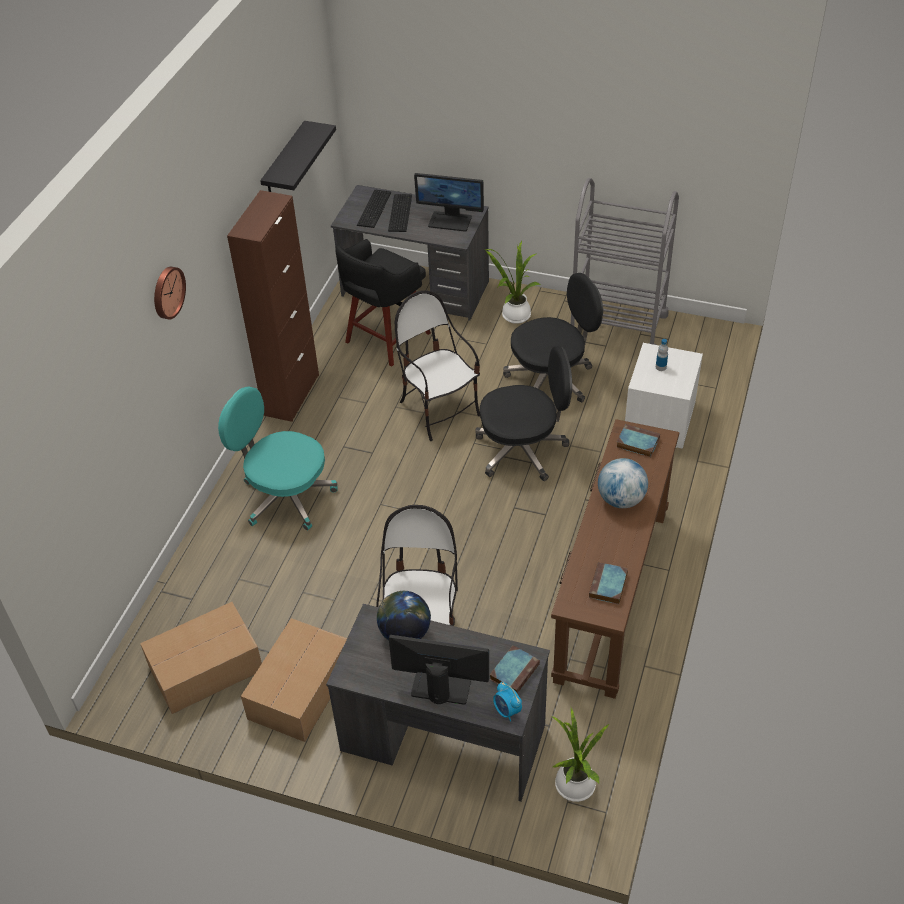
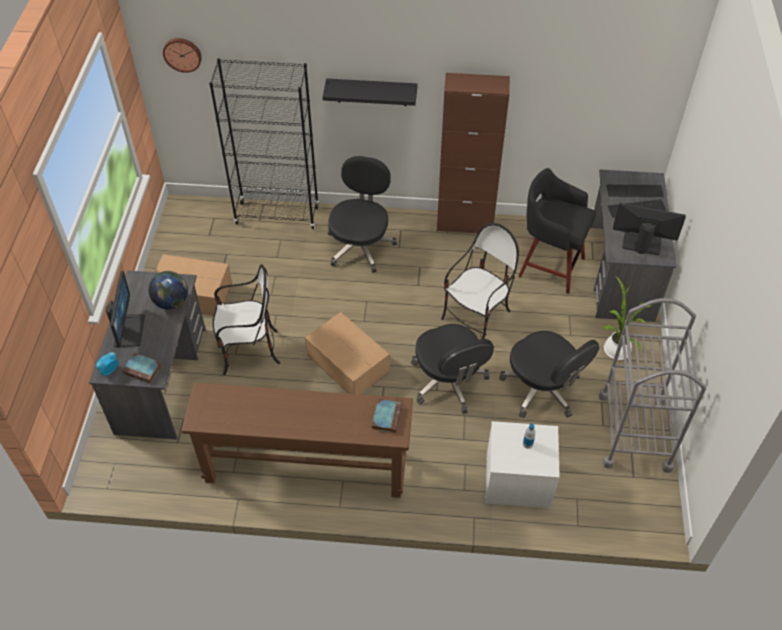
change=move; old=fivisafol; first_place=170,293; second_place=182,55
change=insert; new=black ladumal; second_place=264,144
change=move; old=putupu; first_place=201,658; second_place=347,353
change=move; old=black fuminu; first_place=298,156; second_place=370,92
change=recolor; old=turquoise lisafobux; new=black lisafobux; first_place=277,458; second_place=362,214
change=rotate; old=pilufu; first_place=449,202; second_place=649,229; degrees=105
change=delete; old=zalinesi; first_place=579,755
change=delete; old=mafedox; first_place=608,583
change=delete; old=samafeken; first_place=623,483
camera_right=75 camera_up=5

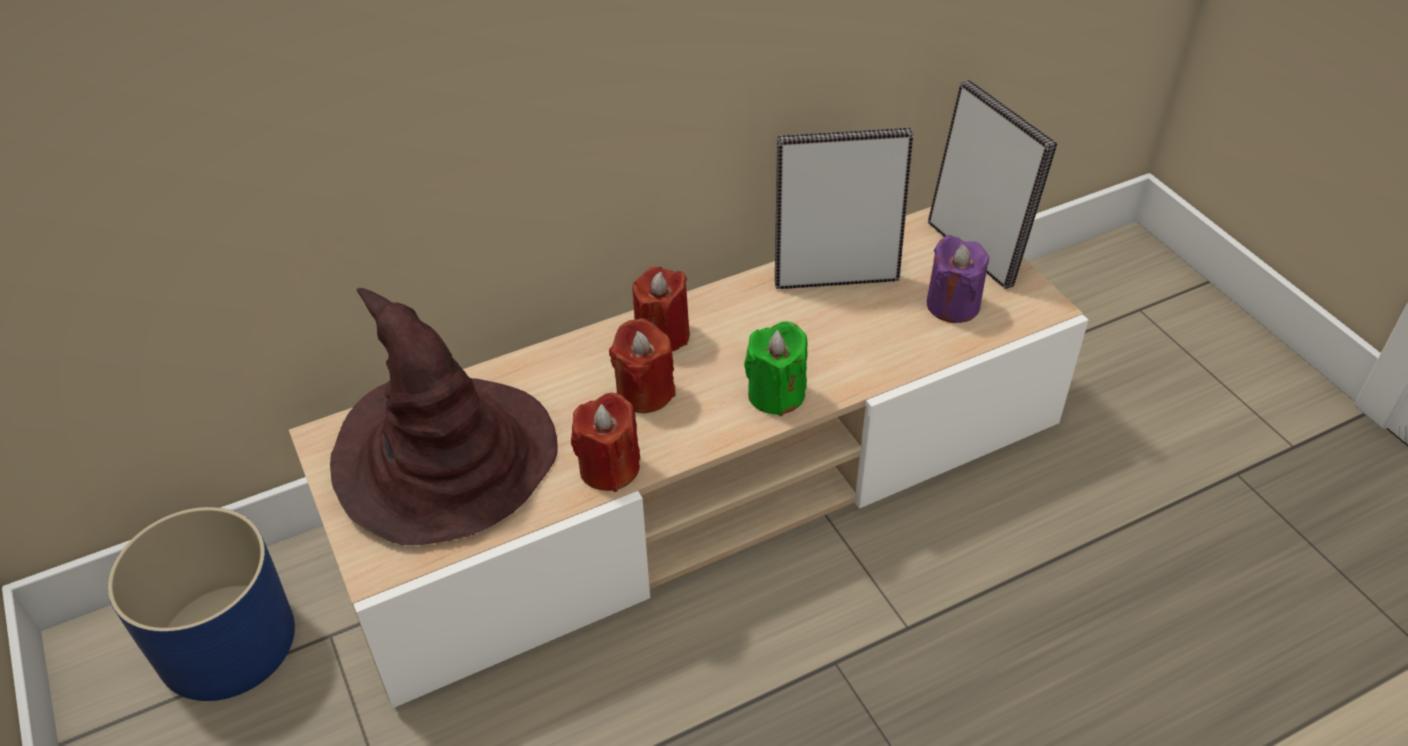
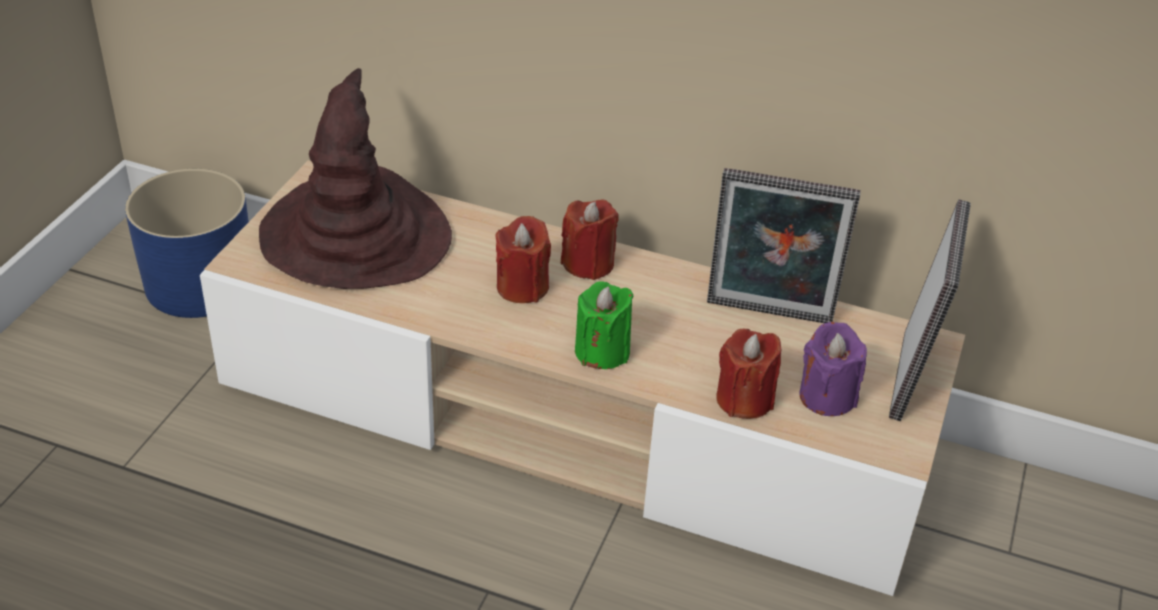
change=rotate; old=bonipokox; first_place=844,208; second_place=784,245; degrees=150
change=move; old=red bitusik; first_place=605,442; second_place=748,374
camera_right=45 camera_up=-5

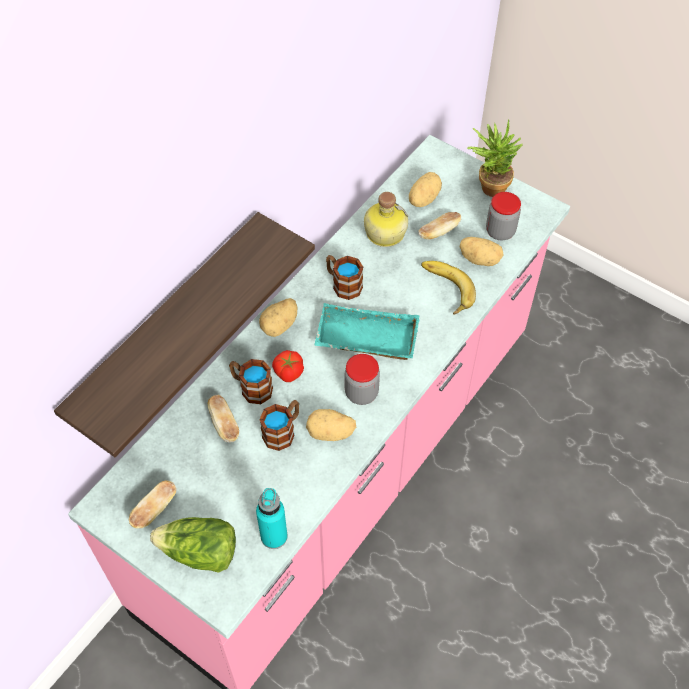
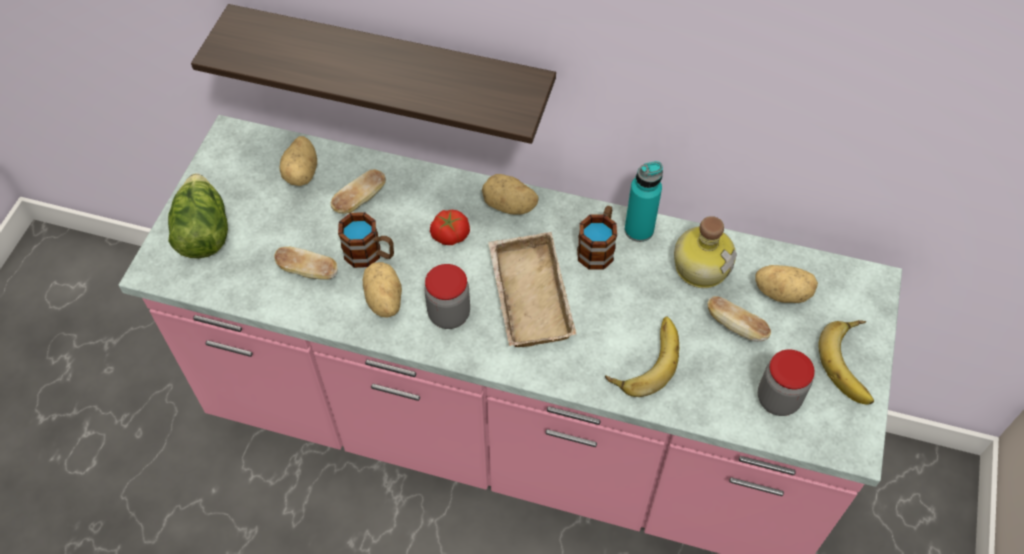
change=move; old=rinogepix; first_place=153,504; second_place=306,263
change=move; old=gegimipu; first_place=482,251; second_place=298,161
change=recolor; old=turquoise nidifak; new=beige nidifak; first_place=366,331; second_place=532,289
change=move; old=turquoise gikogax; first_place=272,518; second_place=644,201
change=replace; old=zalinesi; new=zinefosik; first_place=495,158; second_place=846,362
change=delete; old=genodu; first_place=251,381
camera_right=70 camera_up=0

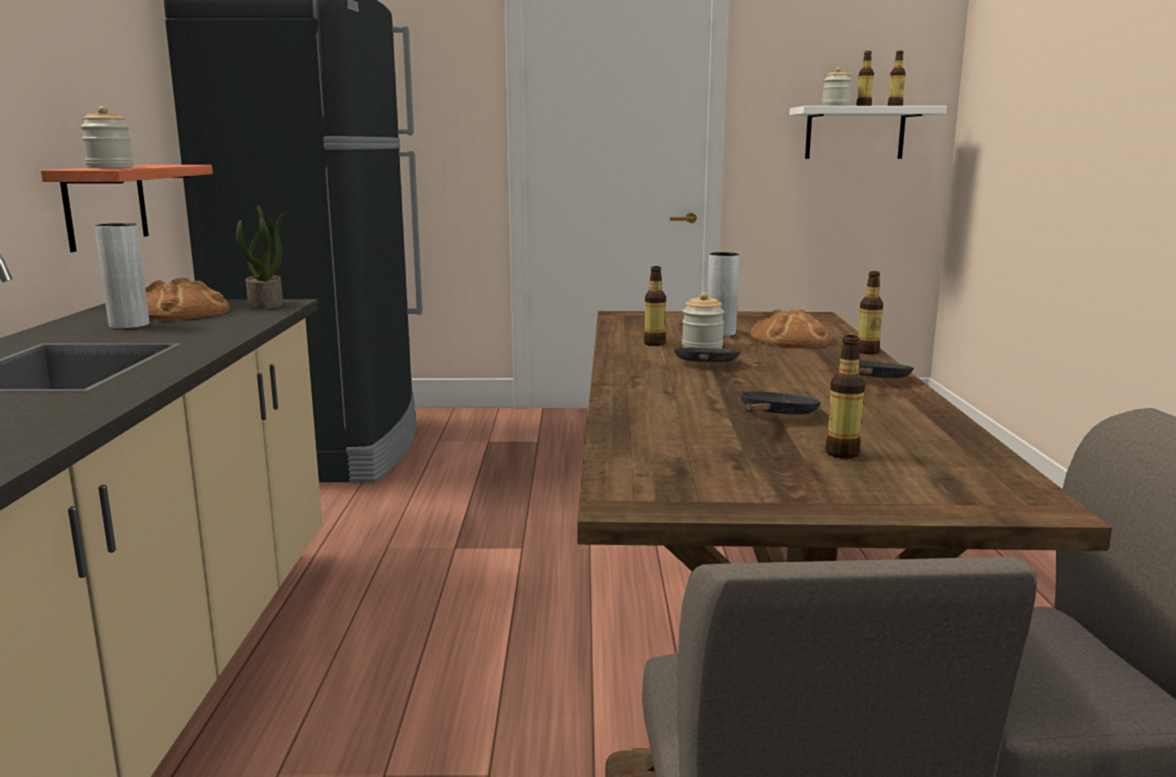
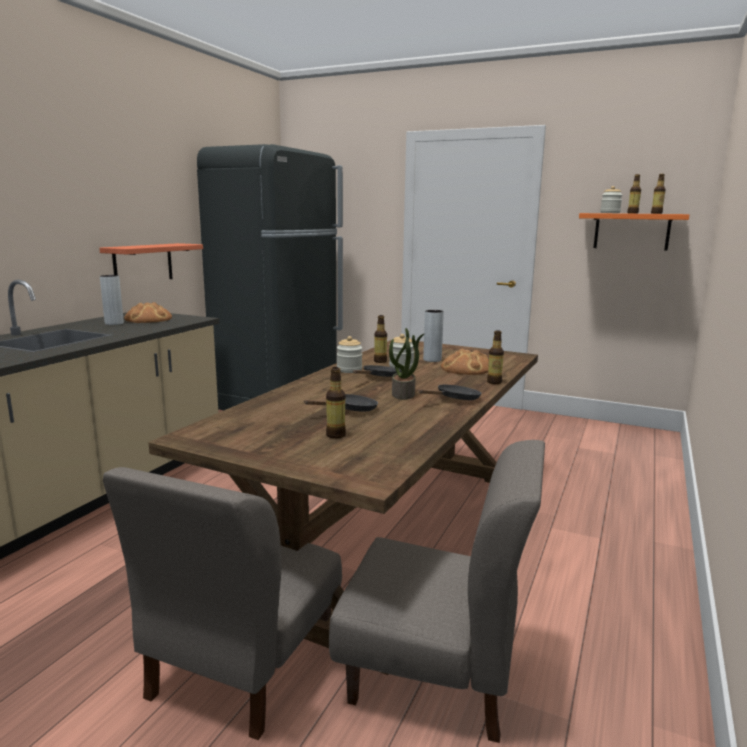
change=move; old=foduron; first_place=107,137; second_place=349,354
change=move; old=zalinesi; first_place=261,257; second_place=406,364
change=recolor; old=white fuminu; new=orange fuminu; first_place=868,132; second_place=634,232
camera_right=25 camera_up=0

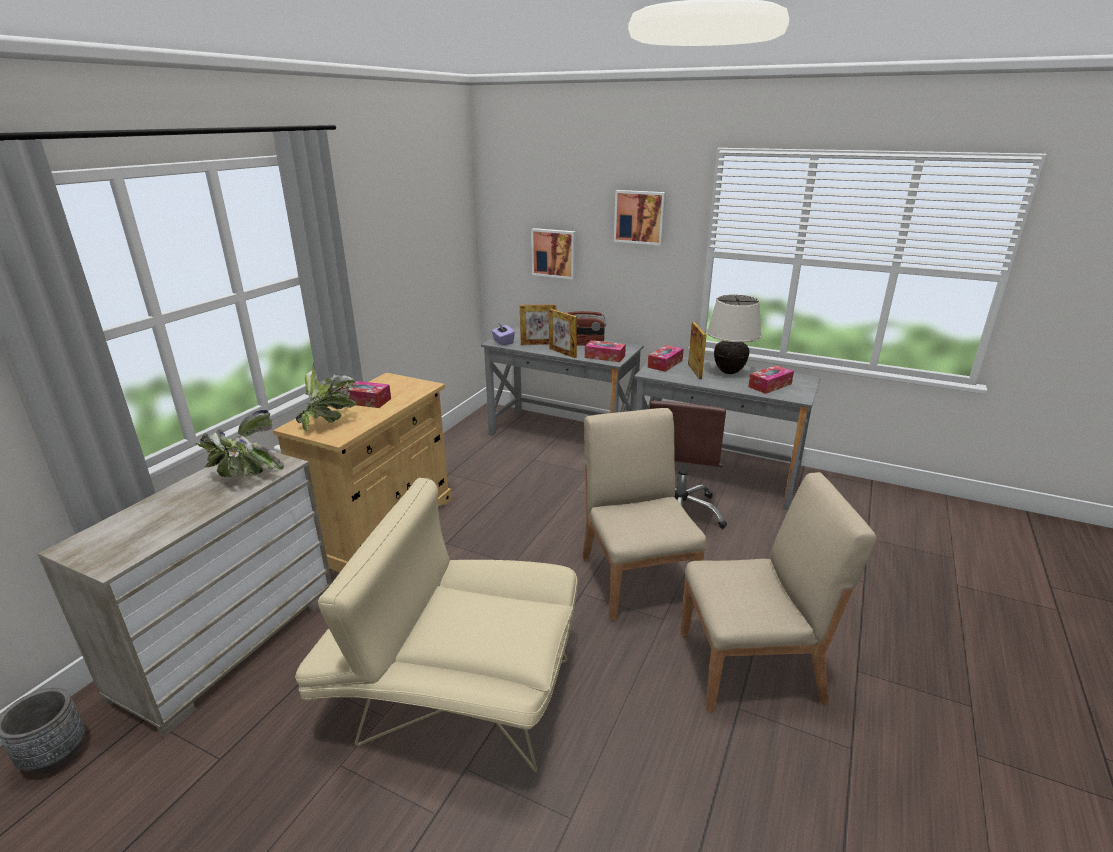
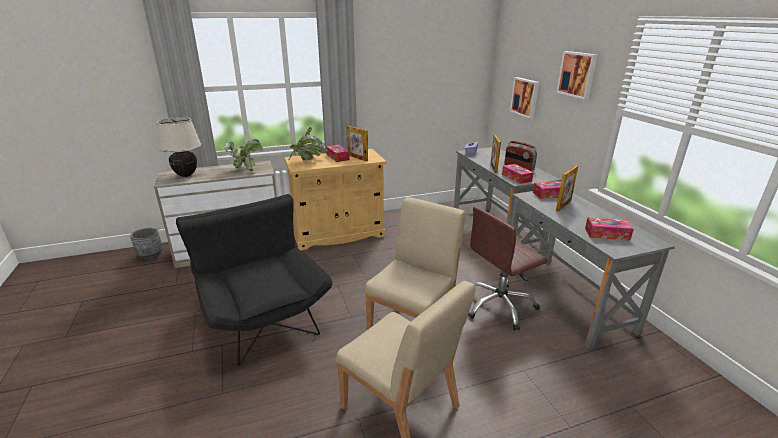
change=move; old=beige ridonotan; first_place=734,334; second_place=179,147
change=recolor; old=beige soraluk; new=black soraluk; first_place=436,625; second_place=254,280
change=move; old=bonipokox; first_place=538,324; second_place=357,143
camera_right=45 camera_up=0

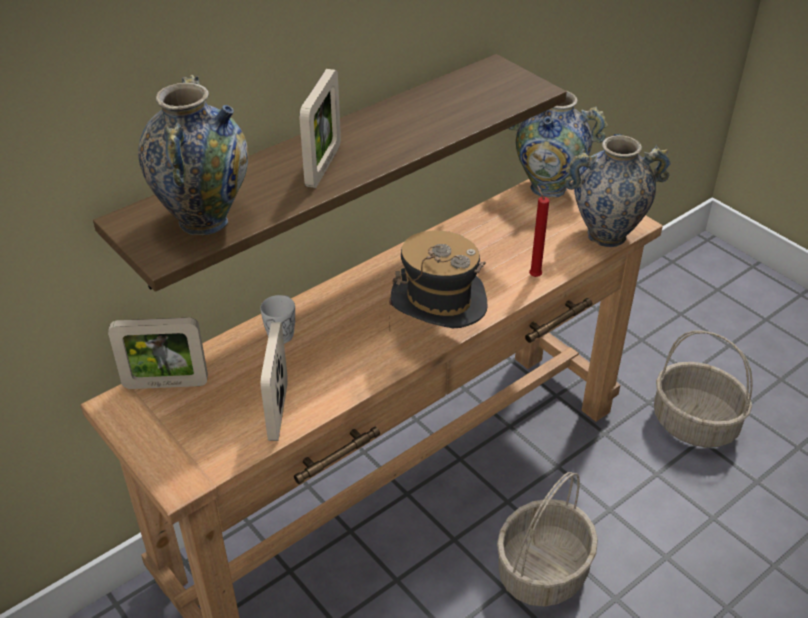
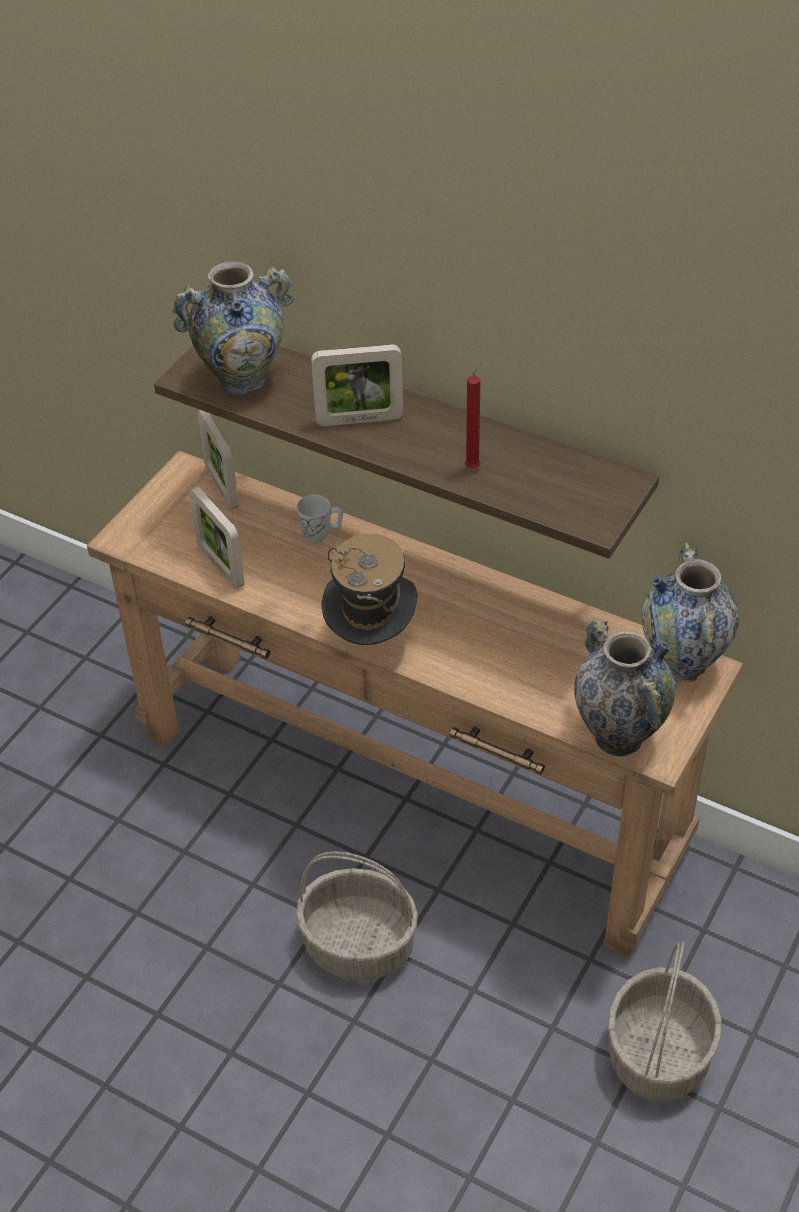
change=rotate; old=bonipokox; first_place=274,381; second_place=217,537; degrees=-105
change=move; old=red bitusik; first_place=539,231; second_place=473,415
camera_right=70 camera_up=5

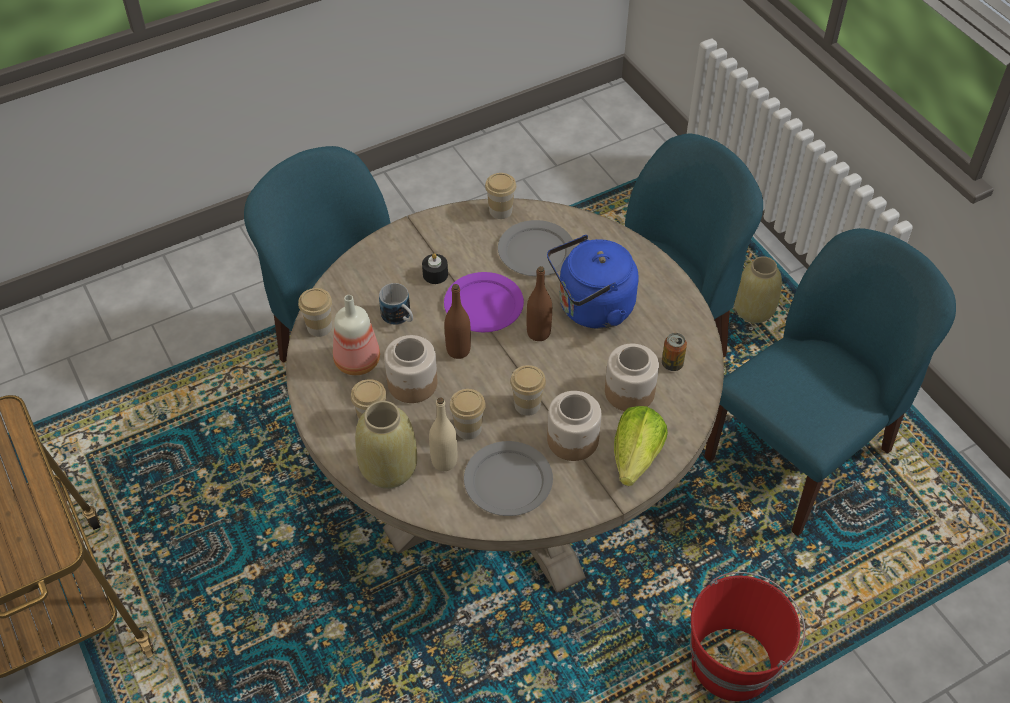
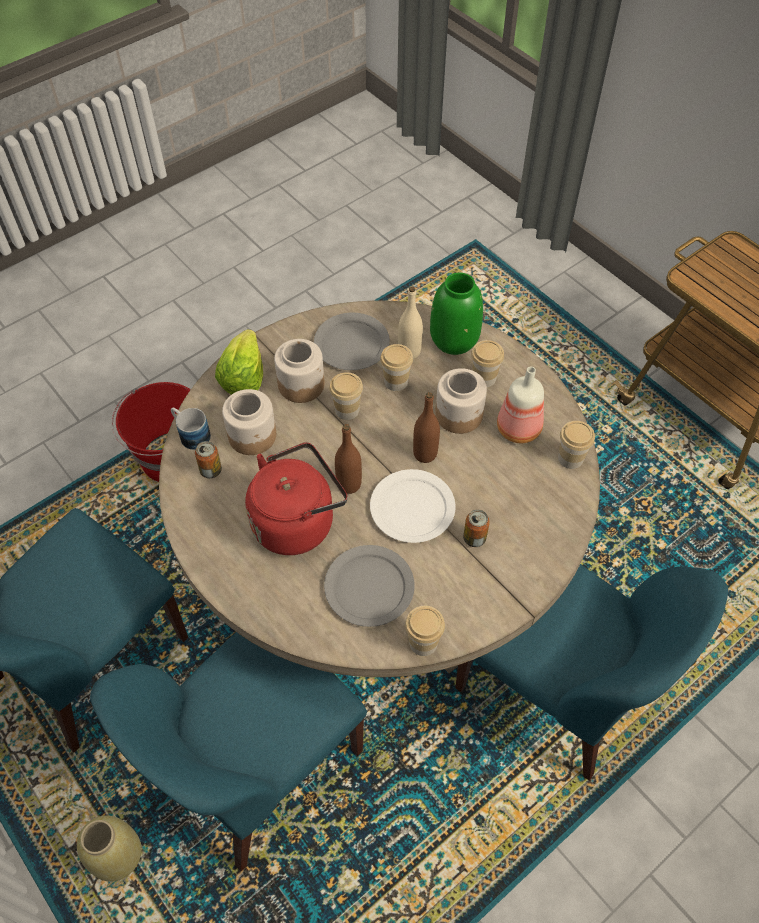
change=move; old=genodu; first_place=396,304; second_place=191,428
change=recolor; old=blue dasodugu; new=red dasodugu; first_place=593,282; second_place=296,498
change=recolor; old=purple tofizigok; new=white tofizigok; first_place=484,302; second_place=413,506
change=recolor; old=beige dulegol; new=green dulegol; first_place=386,445; second_place=456,314
change=replace; old=black bitusik; new=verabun; first_place=435,268; second_place=476,528
camera_right=170 camera_up=5

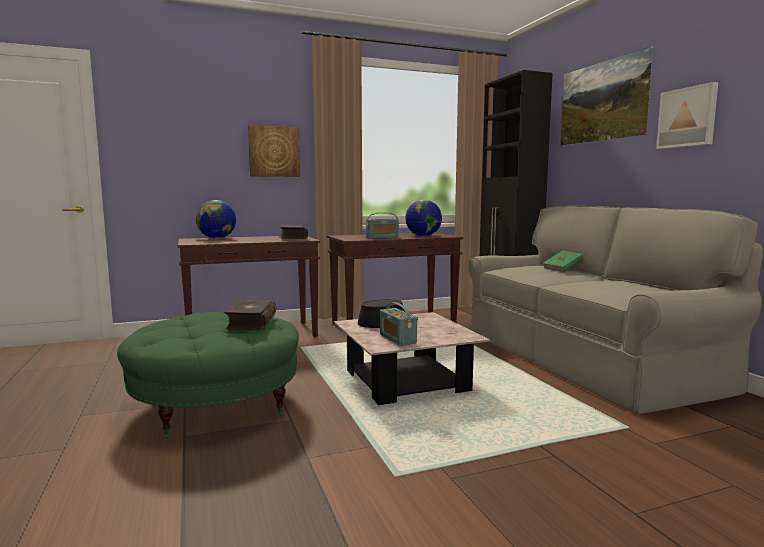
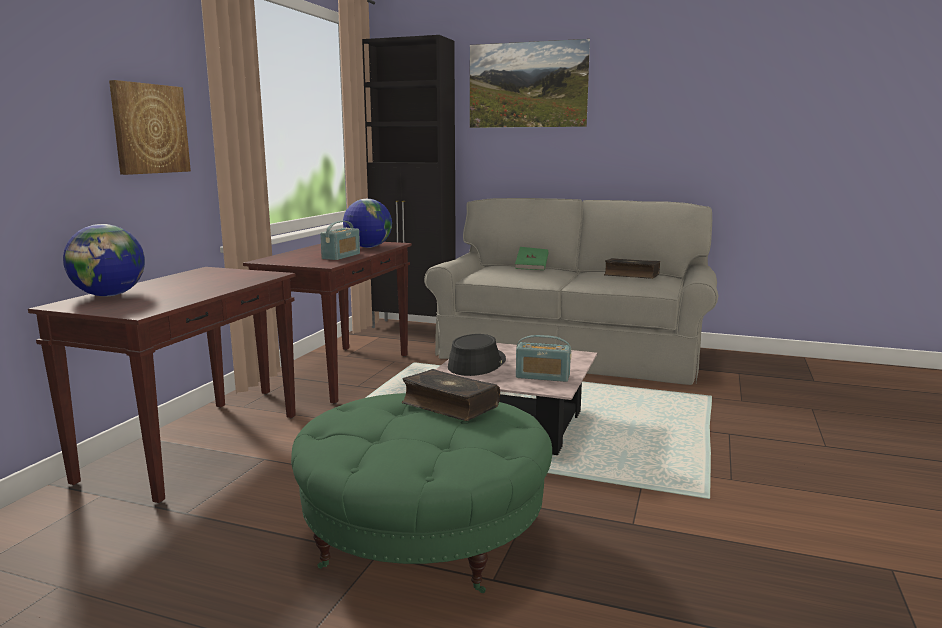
change=move; old=mafedox; first_place=293,232; second_place=632,268
change=delete; old=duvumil; first_place=687,115
camera_right=-50 camera_up=5

